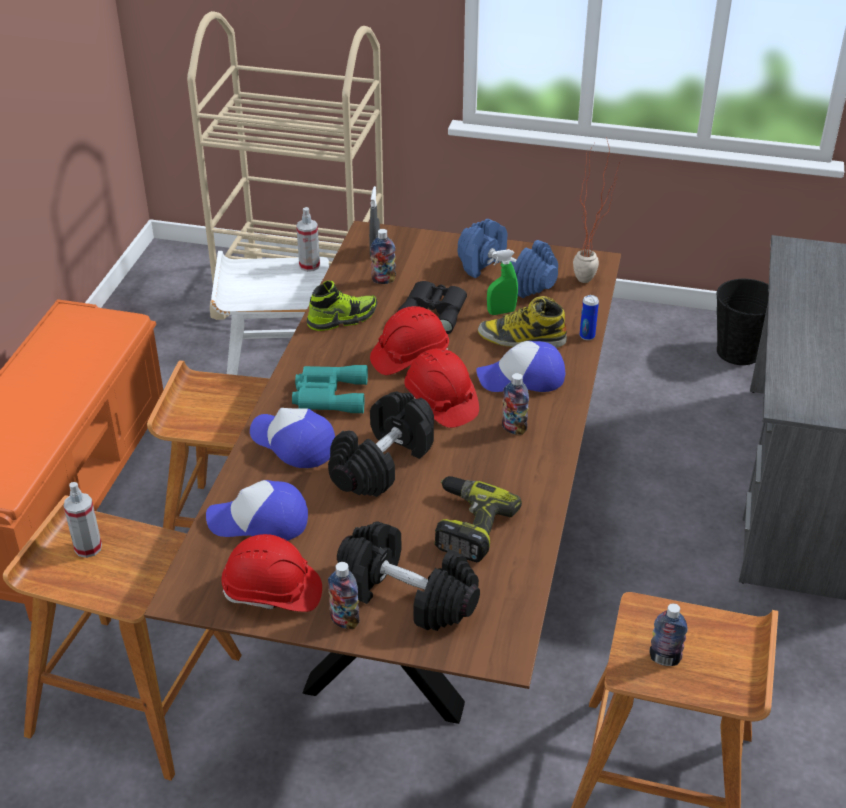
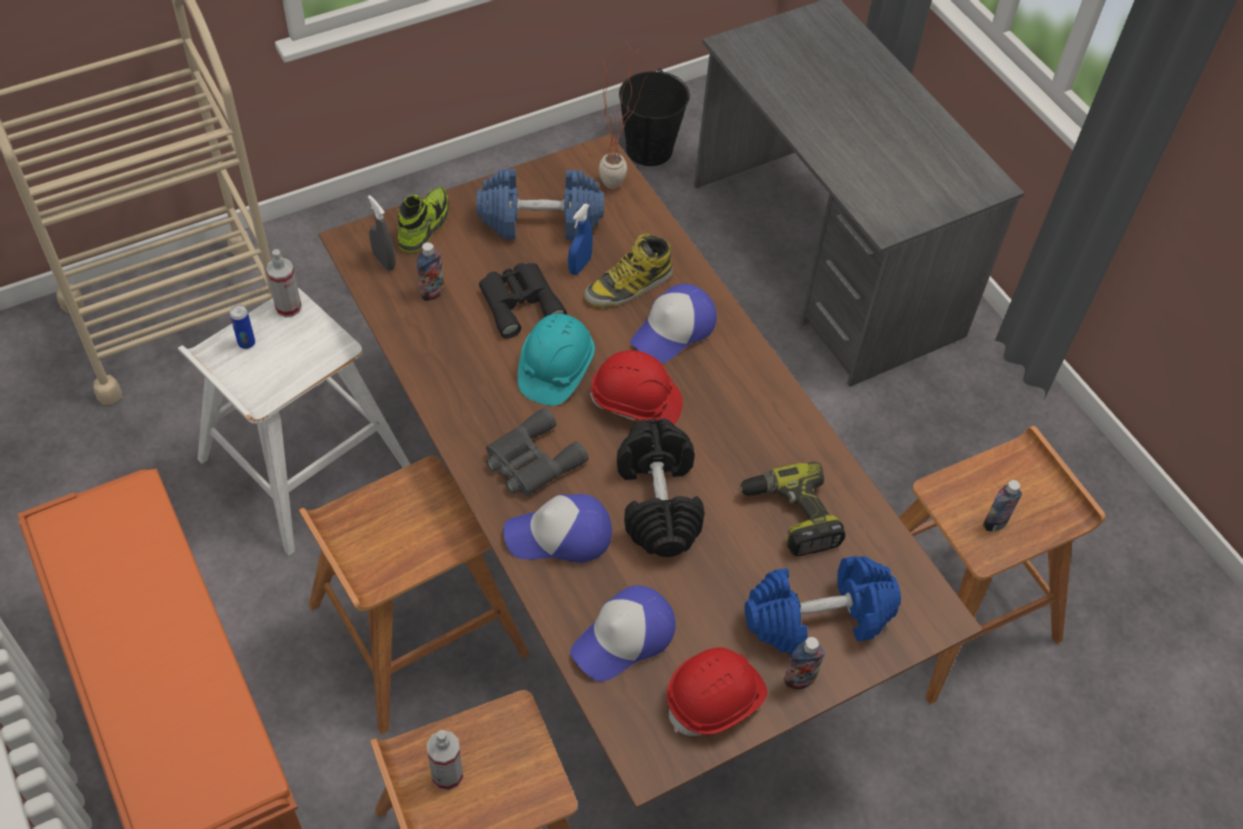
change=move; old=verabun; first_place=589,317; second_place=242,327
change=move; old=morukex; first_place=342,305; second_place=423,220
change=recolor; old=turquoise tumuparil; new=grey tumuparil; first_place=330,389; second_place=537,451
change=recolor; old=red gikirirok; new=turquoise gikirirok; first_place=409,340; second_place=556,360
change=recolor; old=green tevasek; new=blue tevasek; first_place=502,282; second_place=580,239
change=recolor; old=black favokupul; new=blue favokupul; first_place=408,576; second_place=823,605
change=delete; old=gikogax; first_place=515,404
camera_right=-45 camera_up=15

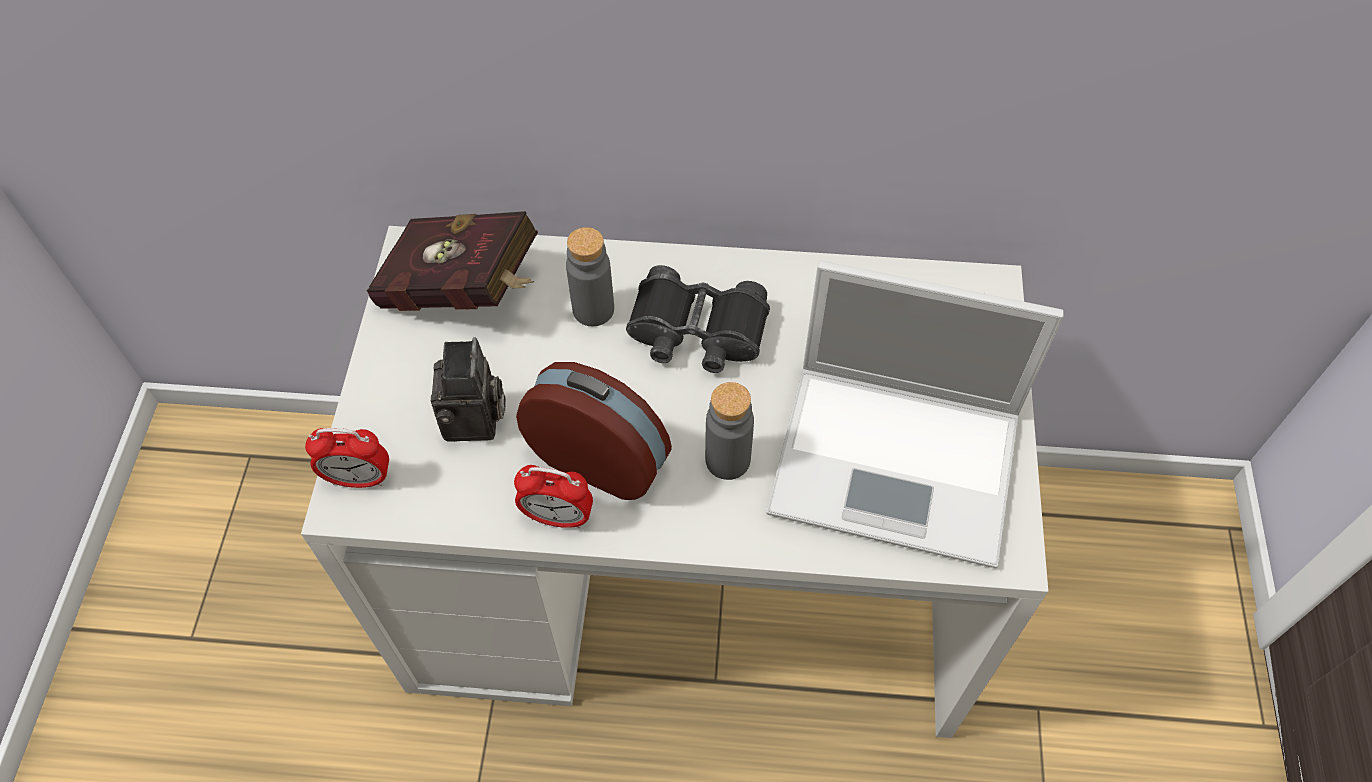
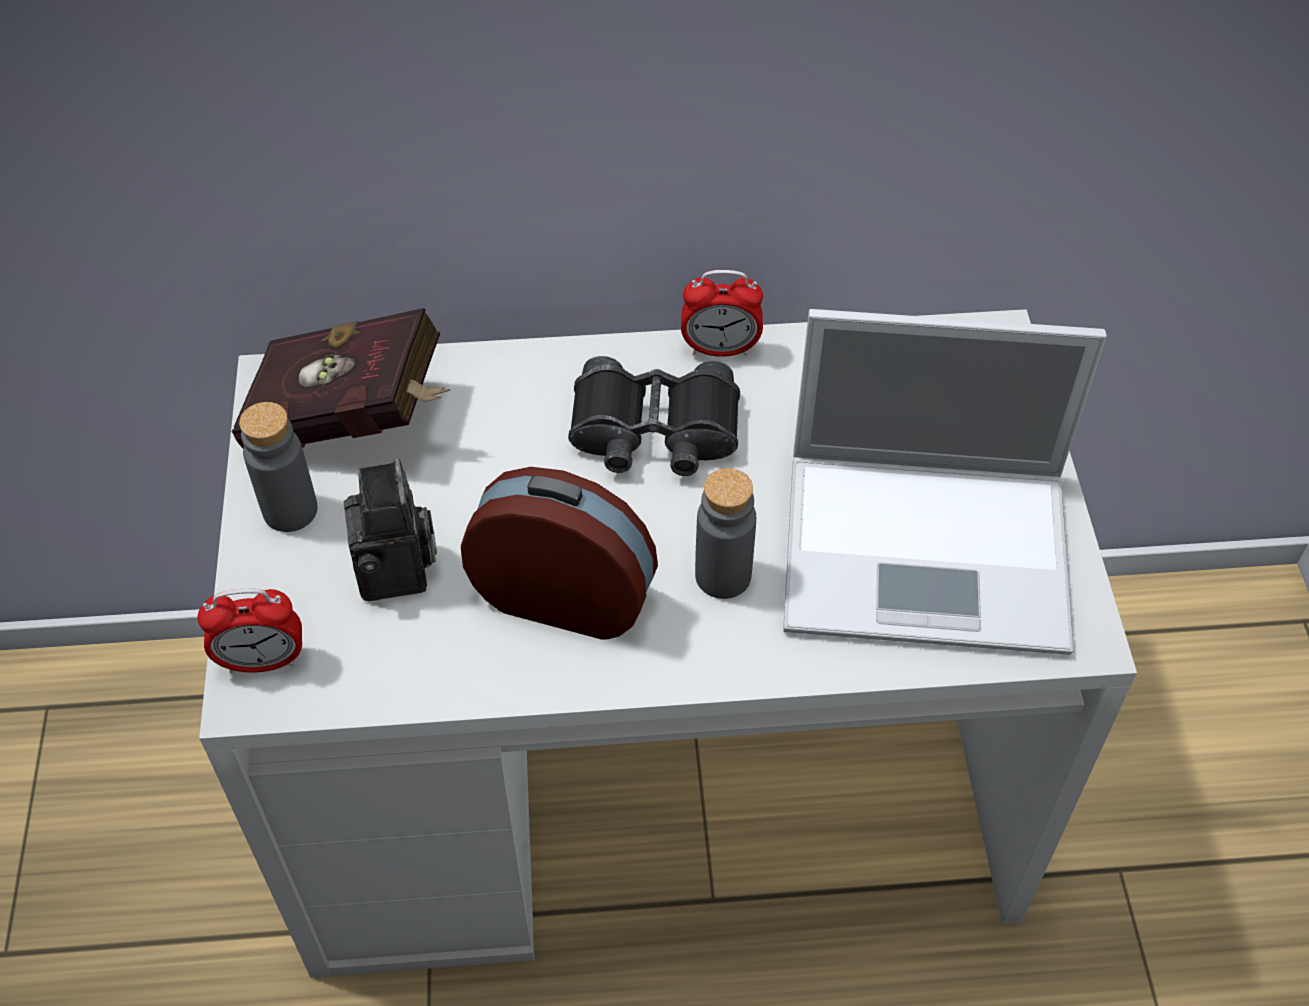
change=move; old=grey gikogax; first_place=590,276; second_place=278,467
change=move; old=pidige; first_place=553,496; second_place=722,313
camera_right=-10 camera_up=-5

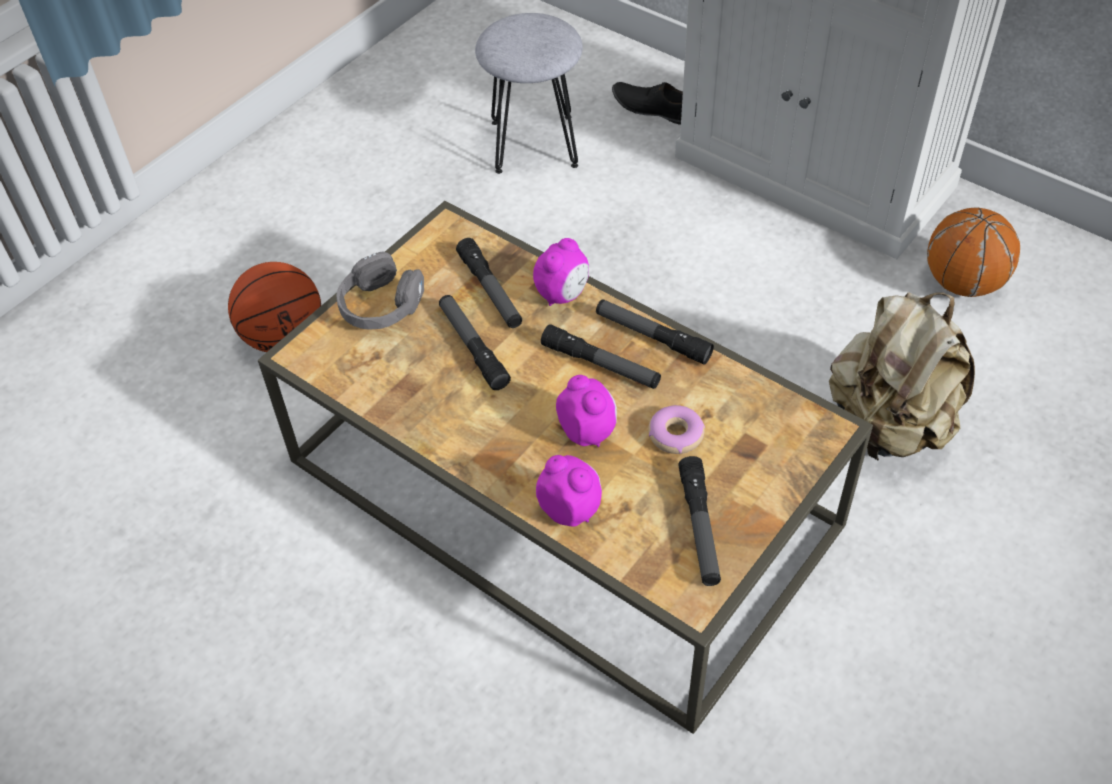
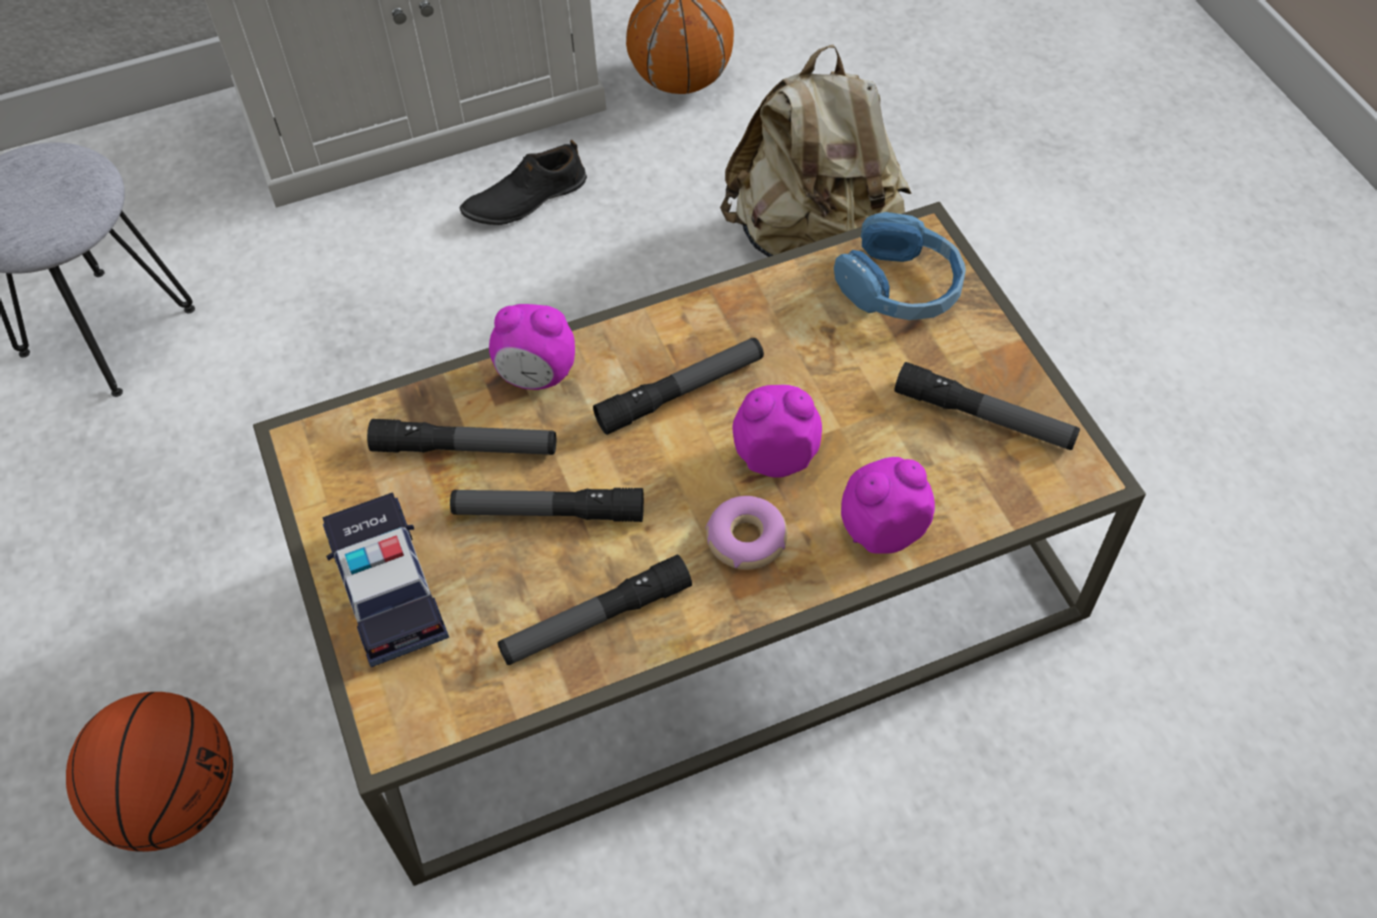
change=replace; old=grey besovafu; new=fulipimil; first_place=380,290; second_place=385,579
change=move; old=black morukex; first_place=647,103; second_place=523,182
change=rotate; old=pidige; first_place=561,272; second_place=532,347; degrees=120
change=move; old=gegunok; first_place=655,332; second_place=595,609
change=move; old=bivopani; first_place=676,429; second_place=746,533
change=insert; new=blue besovafu; second_place=900,266
camera_right=-60 camera_up=5

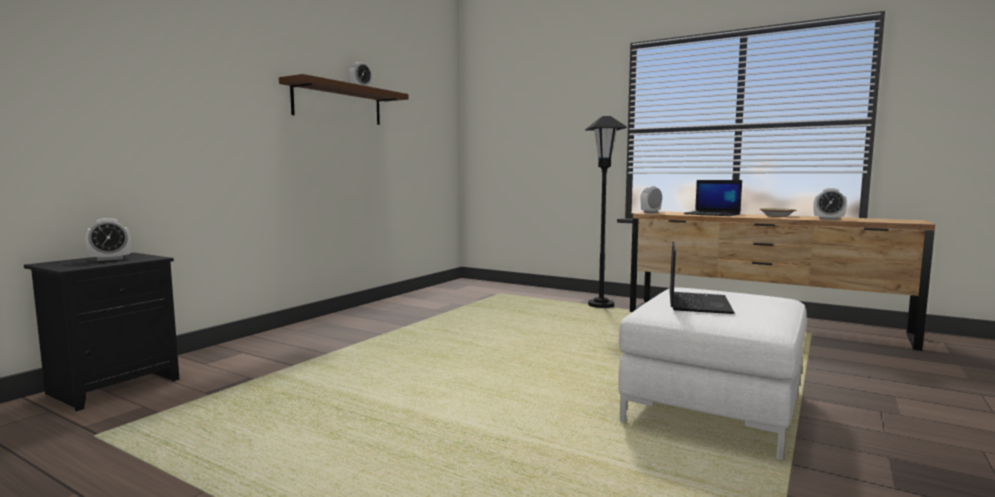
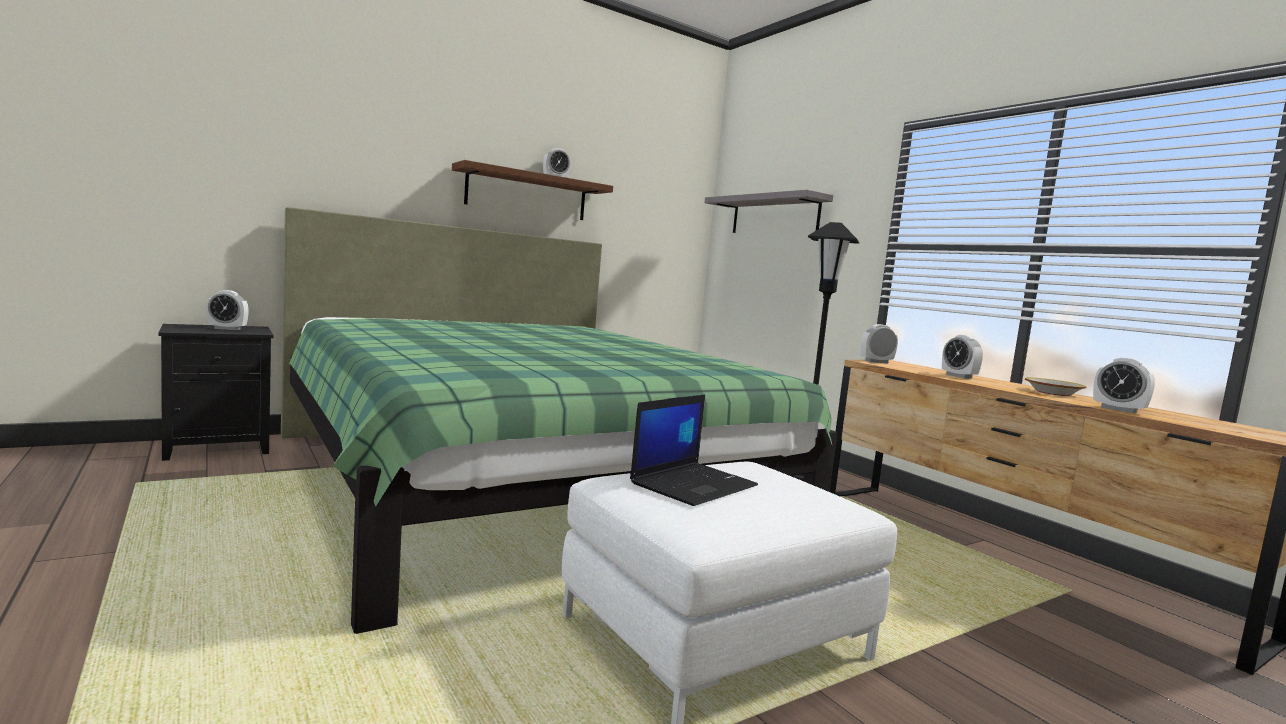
change=insert; new=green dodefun; second_place=559,420
change=insert; new=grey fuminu; second_place=768,211
change=replace; old=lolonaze; new=pidige; first_place=713,198; second_place=962,357
camera_right=25 camera_up=0

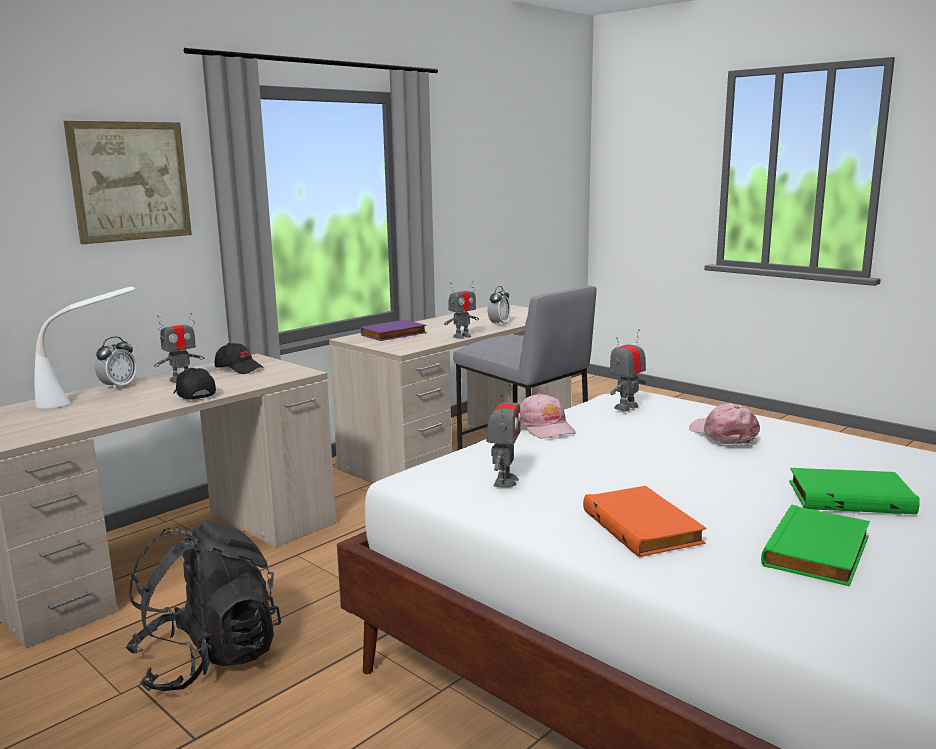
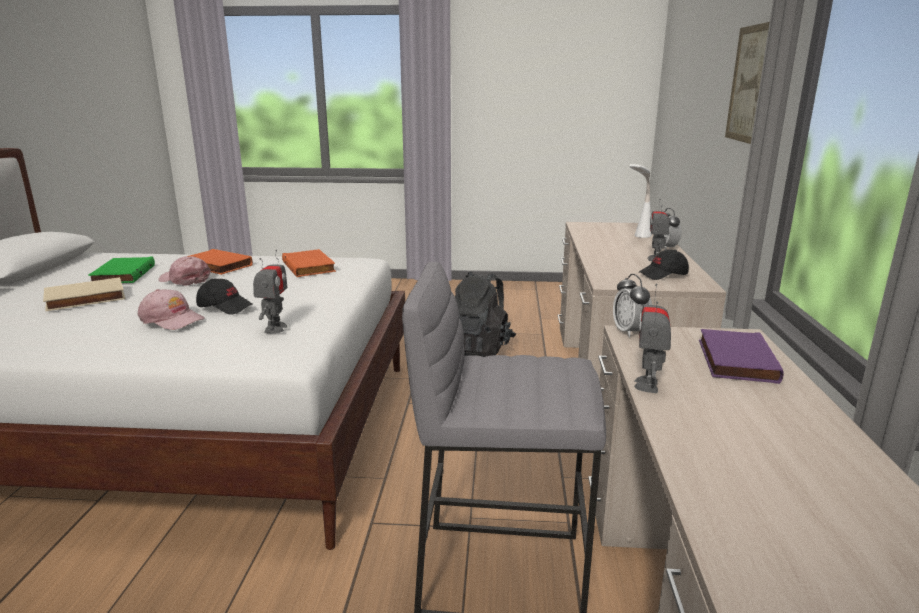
change=recolor; old=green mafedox; new=beige mafedox; first_place=854,491; second_place=84,294
change=move; old=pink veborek; first_place=548,416; second_place=185,271
change=move; old=black veborek; first_place=195,384; second_place=224,297
change=replace; old=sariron; new=orange mafedox; first_place=503,435; second_place=309,263
change=move; old=pidige; first_place=499,306; second_place=632,306
camera_right=140 camera_up=5

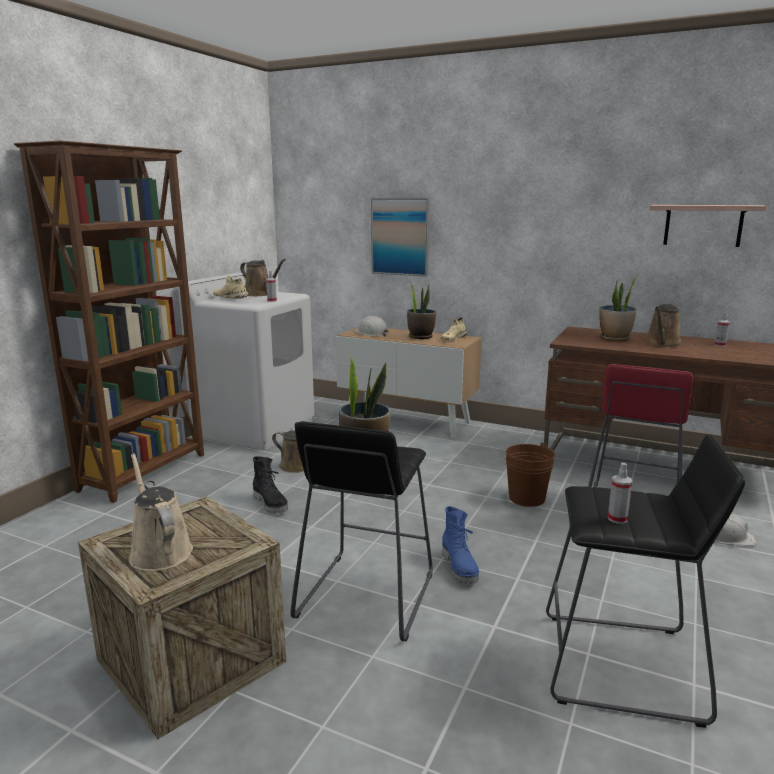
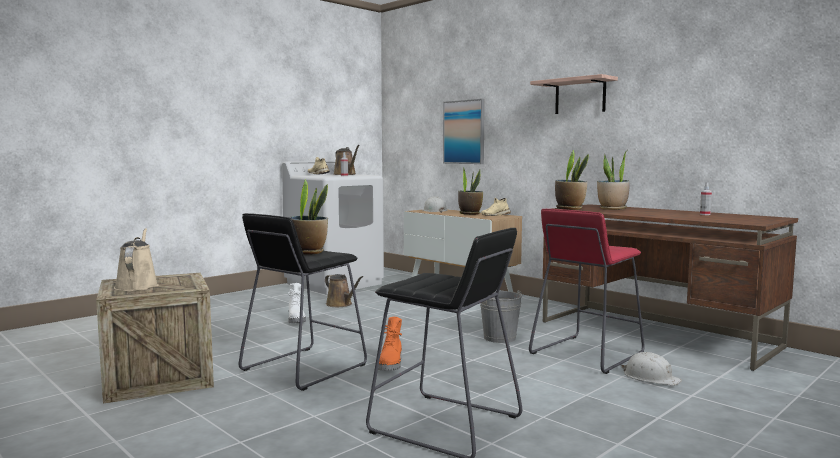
change=recolor; old=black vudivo; new=white vudivo; first_place=270,484; second_place=297,303
change=recolor; old=blue vudivo; new=orange vudivo; first_place=460,545; second_place=390,344
change=recolor; old=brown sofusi; new=grey sofusi; first_place=530,475; second_place=501,316
change=move; old=fuminu; first_place=708,226; second_place=574,94
change=insert; new=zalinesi; second_place=572,180
change=delete; old=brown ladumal; first_place=109,322
change=delete; old=tevasek; first_place=620,493
change=delete; old=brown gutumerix; first_place=663,325
camera_right=20 camera_up=-10

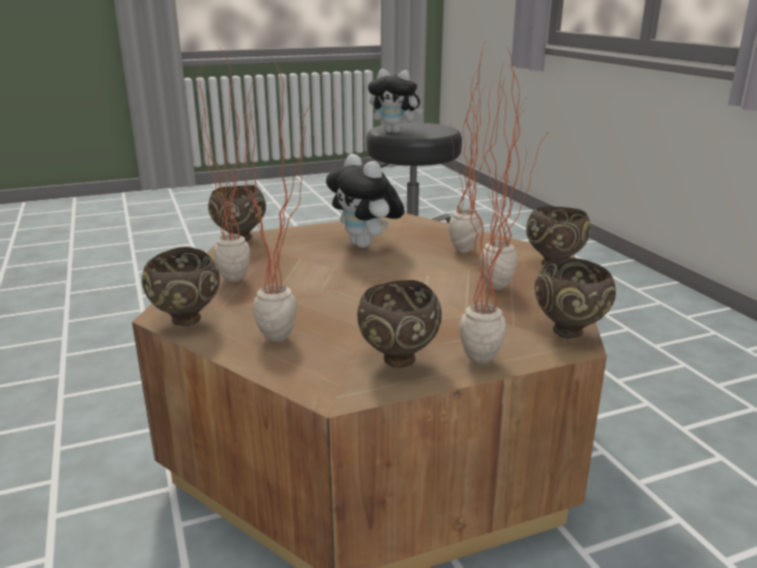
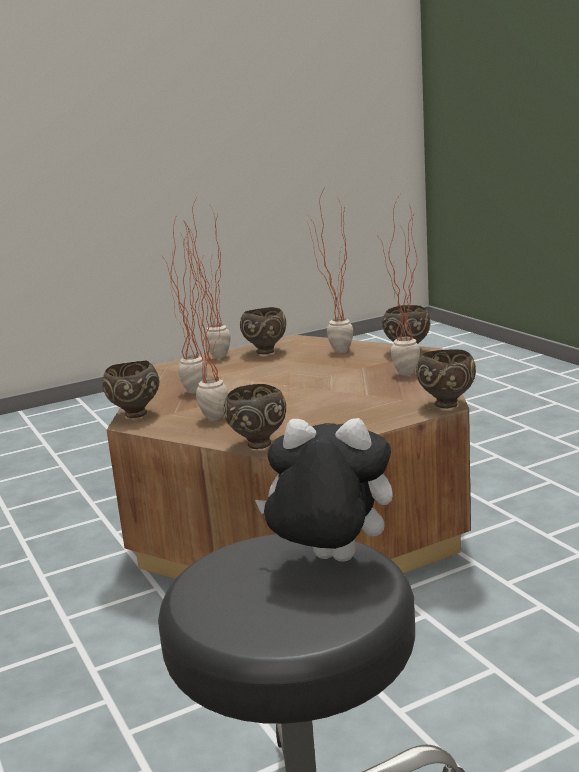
change=move; old=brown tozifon; first_place=575,297; second_place=255,416
change=delete; old=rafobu; first_place=365,201
camera_right=175 camera_up=-5

